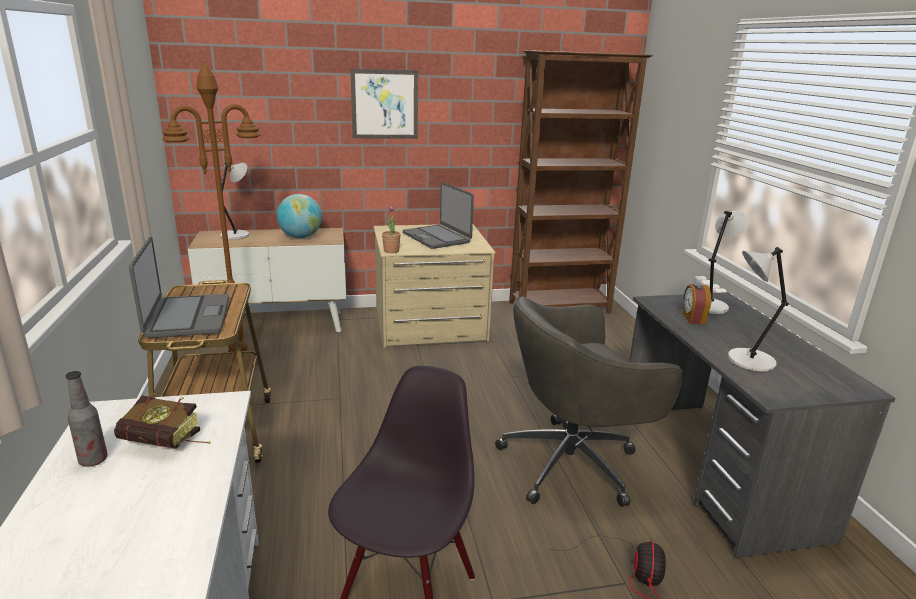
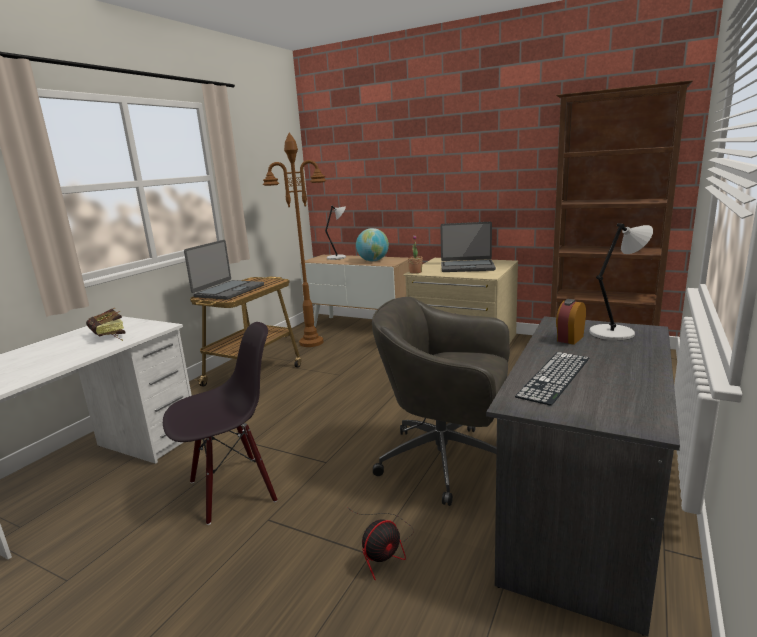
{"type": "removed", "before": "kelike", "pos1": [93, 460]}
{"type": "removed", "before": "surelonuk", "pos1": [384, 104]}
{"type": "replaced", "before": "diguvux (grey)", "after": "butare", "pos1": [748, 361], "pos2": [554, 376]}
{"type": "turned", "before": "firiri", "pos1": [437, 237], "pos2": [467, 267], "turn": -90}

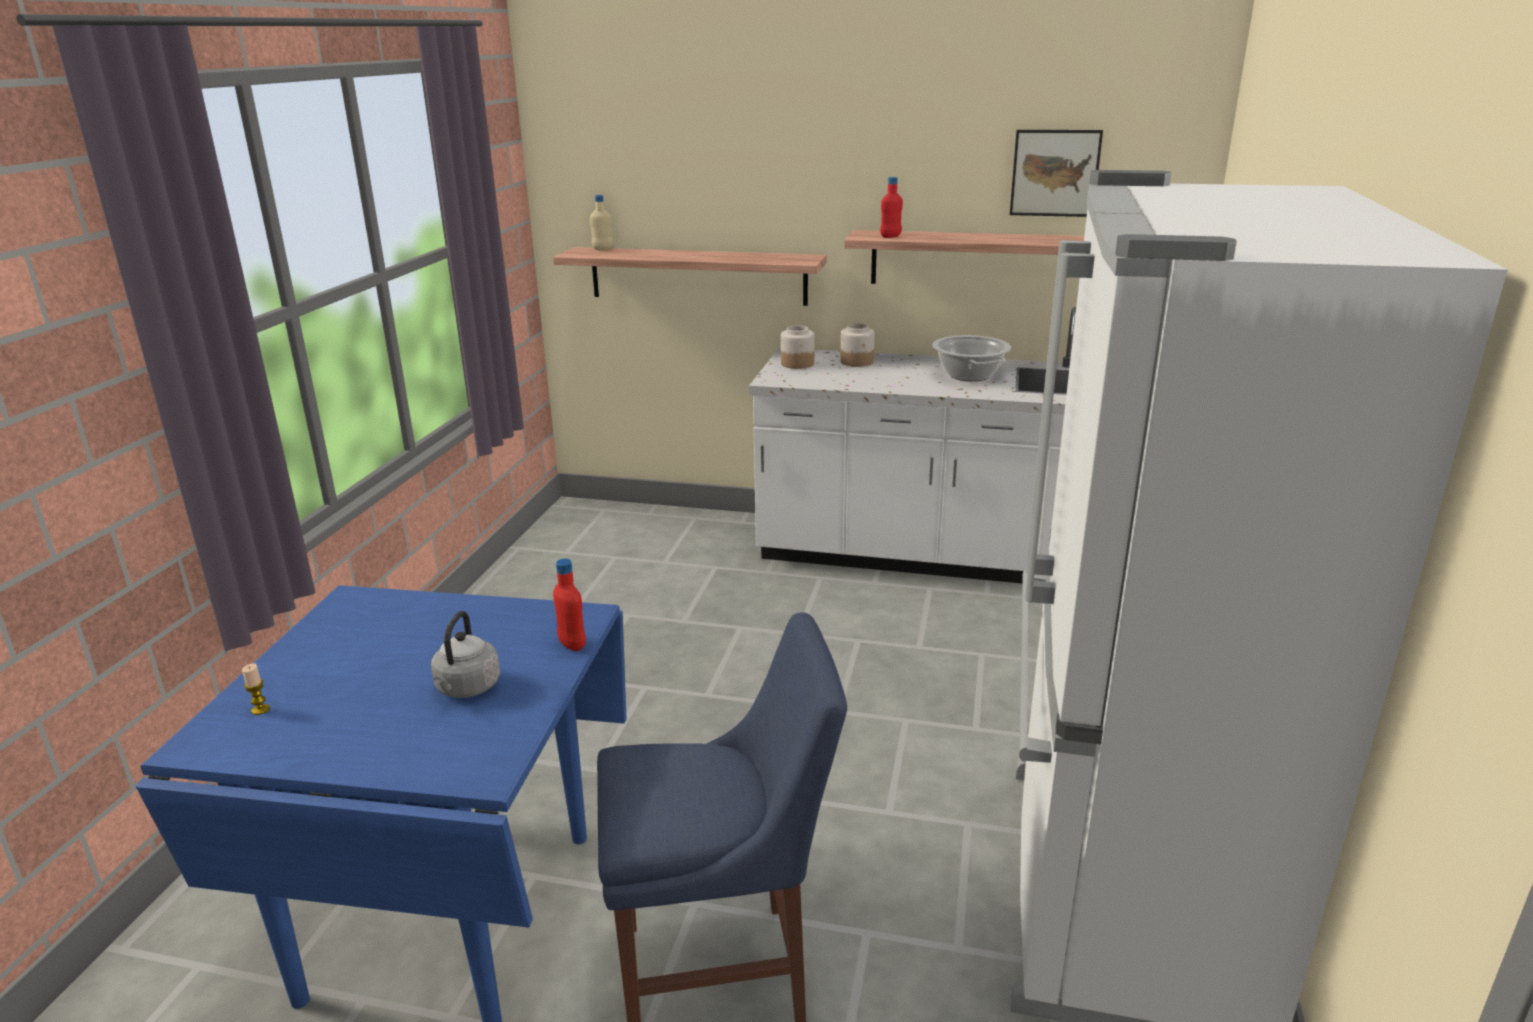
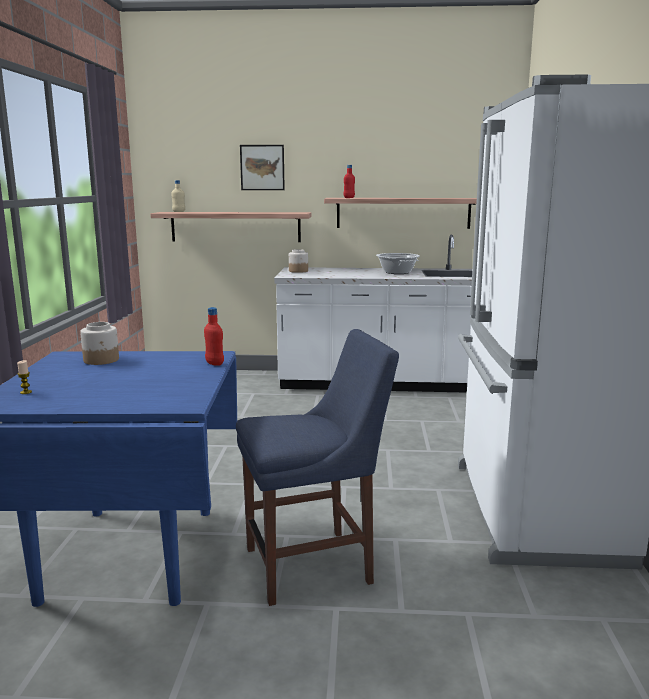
{"type": "removed", "before": "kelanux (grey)", "pos1": [467, 688]}
{"type": "moved", "before": "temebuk", "pos1": [857, 362], "pos2": [101, 360]}
{"type": "moved", "before": "surelonuk", "pos1": [1055, 173], "pos2": [262, 167]}

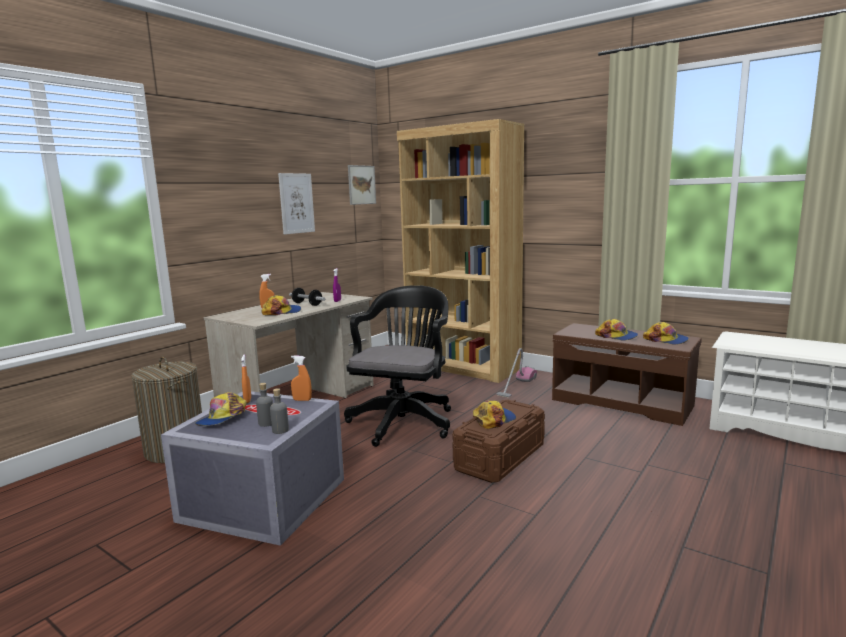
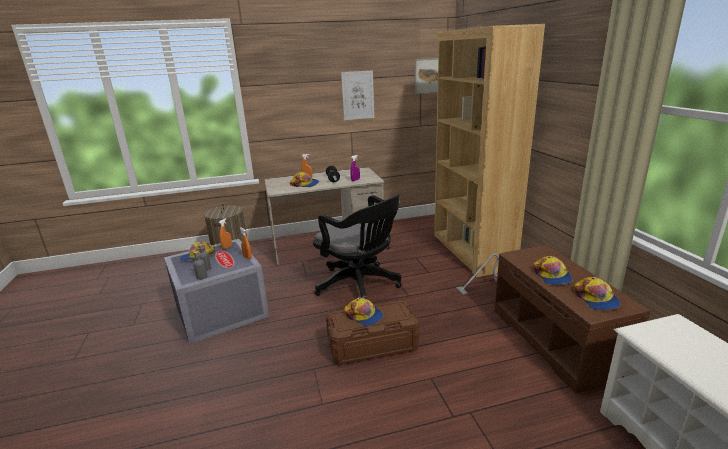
{"type": "turned", "before": "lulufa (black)", "pos1": [404, 421], "pos2": [361, 286], "turn": 75}
{"type": "turned", "before": "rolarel", "pos1": [493, 419], "pos2": [364, 316], "turn": 45}

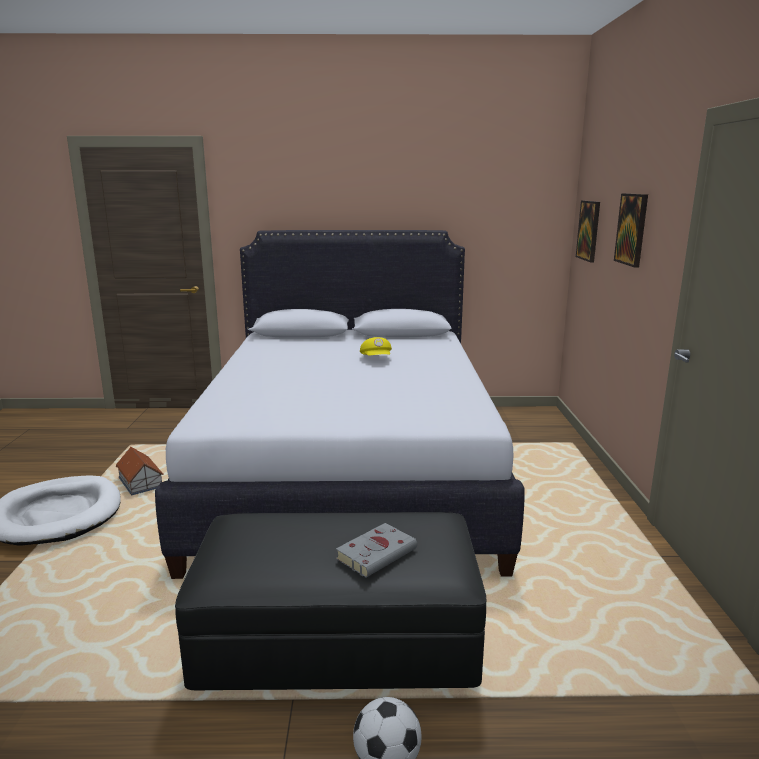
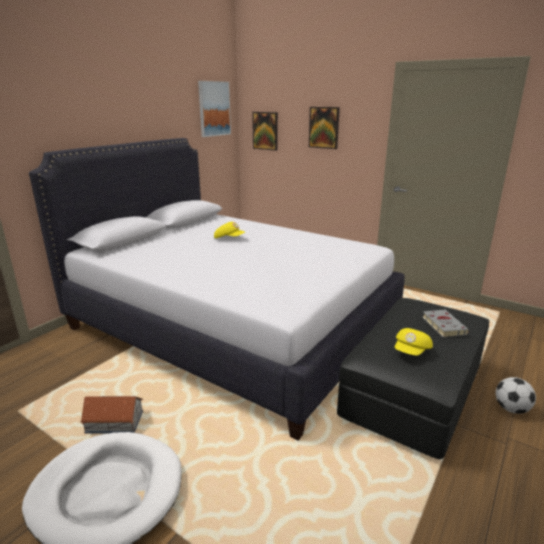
{"type": "added", "after": "surelonuk", "pos2": [214, 109]}
{"type": "added", "after": "rolarel (yellow)", "pos2": [412, 352]}

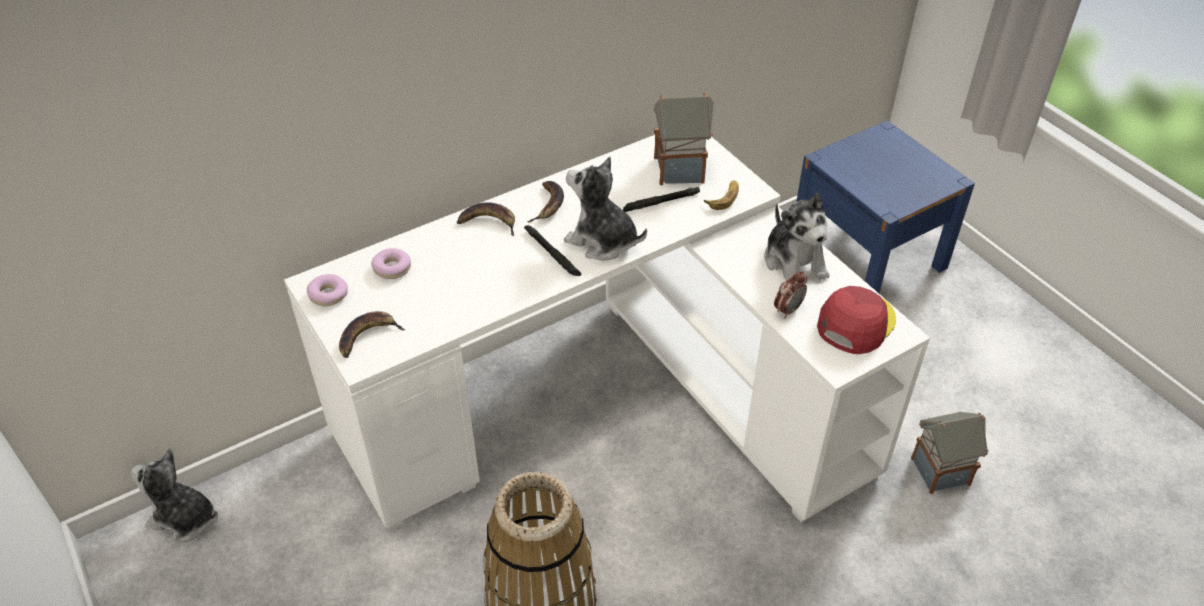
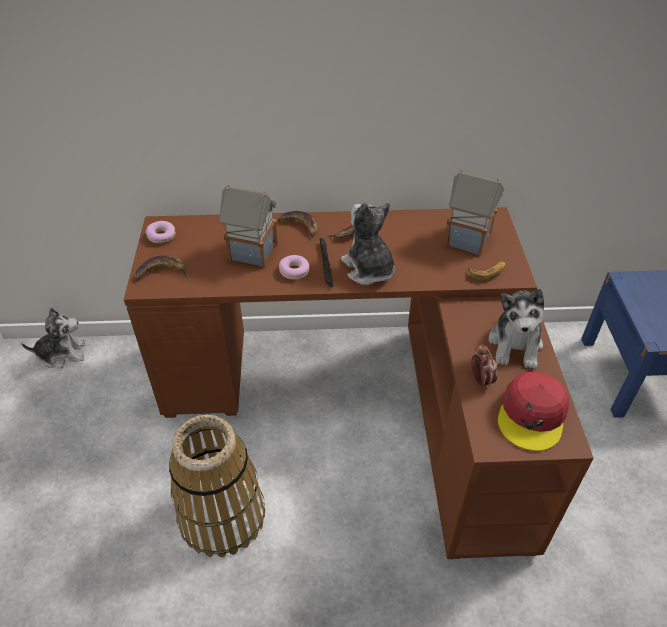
{"type": "removed", "before": "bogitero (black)", "pos1": [661, 202]}
{"type": "moved", "before": "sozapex", "pos1": [392, 268], "pos2": [294, 271]}
{"type": "moved", "before": "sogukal", "pos1": [939, 472], "pos2": [252, 252]}
{"type": "recoloured", "before": "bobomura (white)", "after": "bobomura (brown)", "pos1": [610, 400], "pos2": [366, 398]}
{"type": "turned", "before": "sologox", "pos1": [184, 519], "pos2": [62, 354], "turn": 120}
{"type": "turned", "before": "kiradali", "pos1": [788, 310], "pos2": [480, 380], "turn": -90}
{"type": "turned", "before": "rolarel (red)", "pos1": [855, 323], "pos2": [532, 415], "turn": 135}

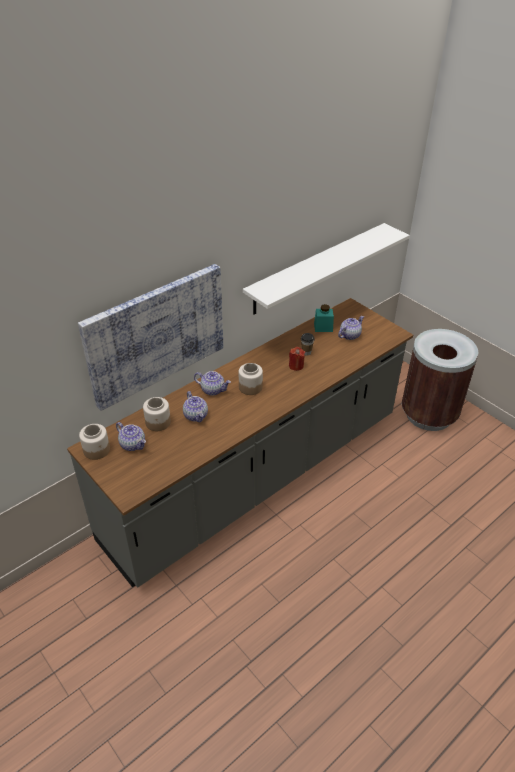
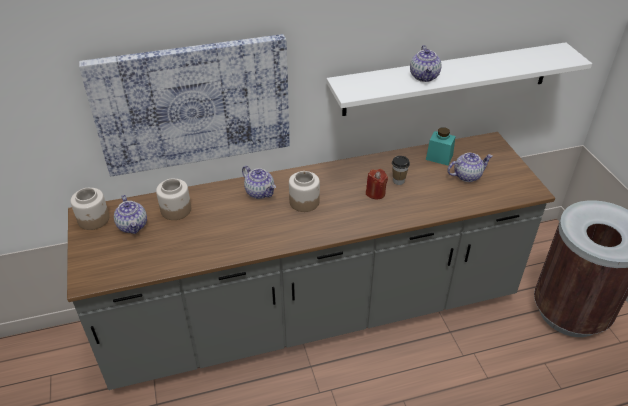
{"type": "moved", "before": "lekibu", "pos1": [196, 416], "pos2": [424, 77]}

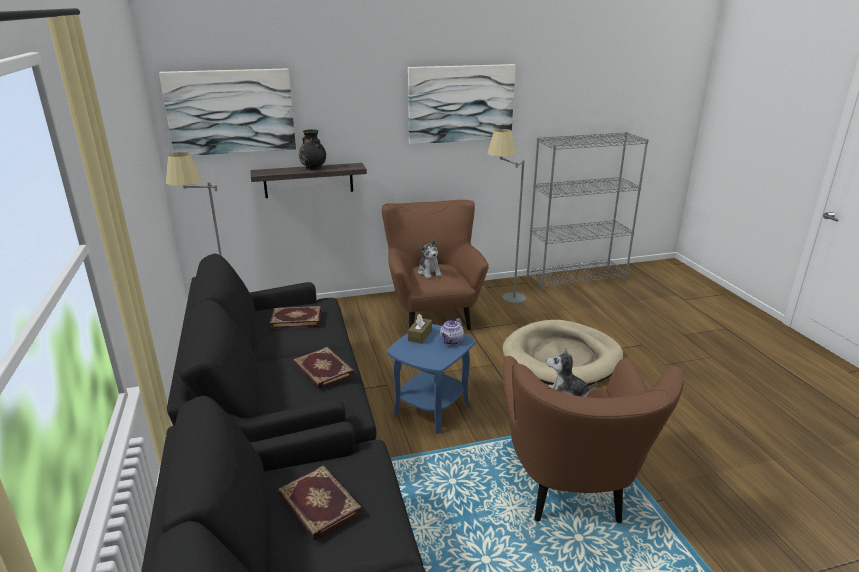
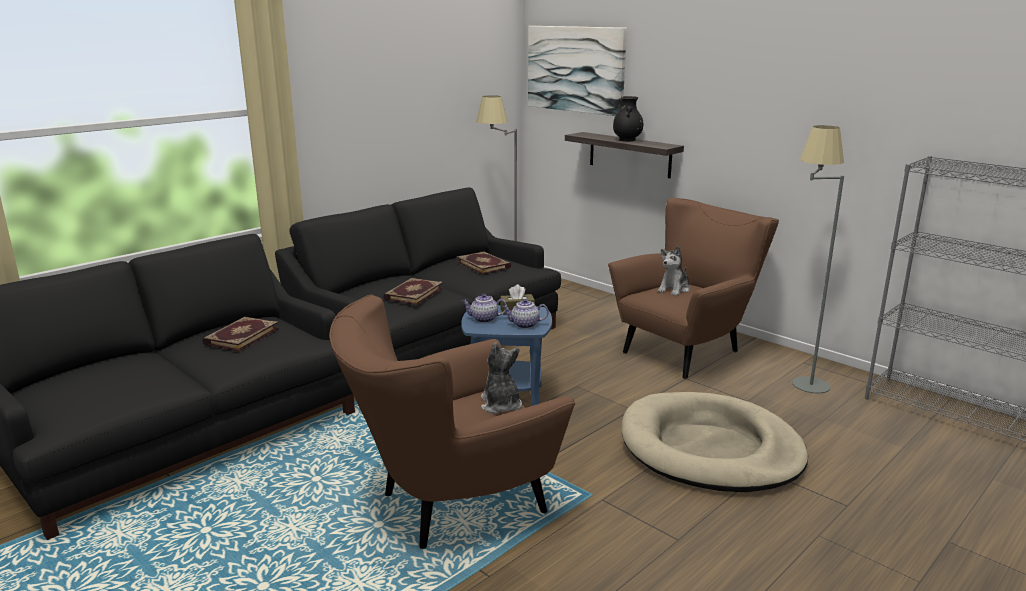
{"type": "removed", "before": "surelonuk", "pos1": [461, 104]}
{"type": "added", "after": "lekibu", "pos2": [483, 319]}

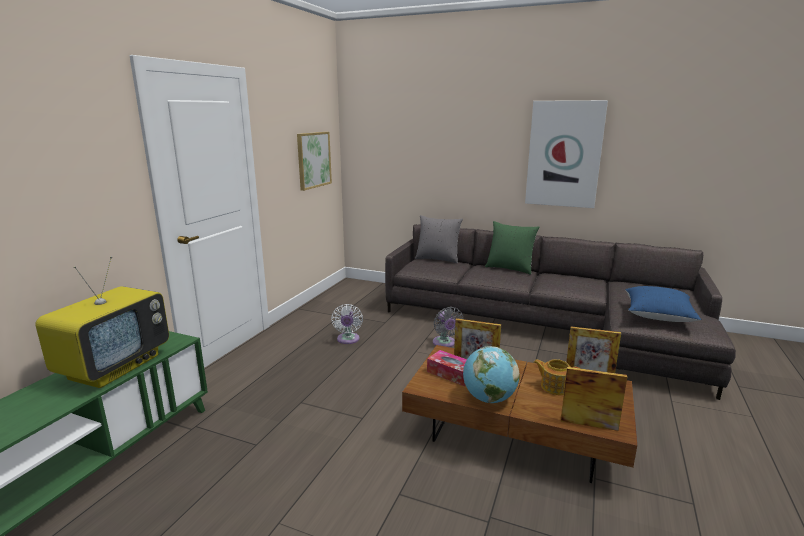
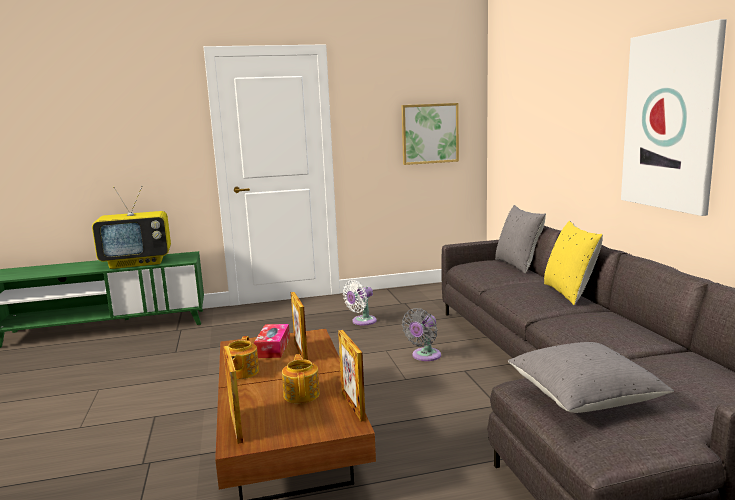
{"type": "replaced", "before": "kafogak", "after": "lekibu", "pos1": [488, 399], "pos2": [241, 372]}
{"type": "recoloured", "before": "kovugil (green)", "after": "kovugil (yellow)", "pos1": [510, 268], "pos2": [569, 293]}
{"type": "recoloured", "before": "kovugil (blue)", "after": "kovugil (grey)", "pos1": [658, 316], "pos2": [583, 397]}

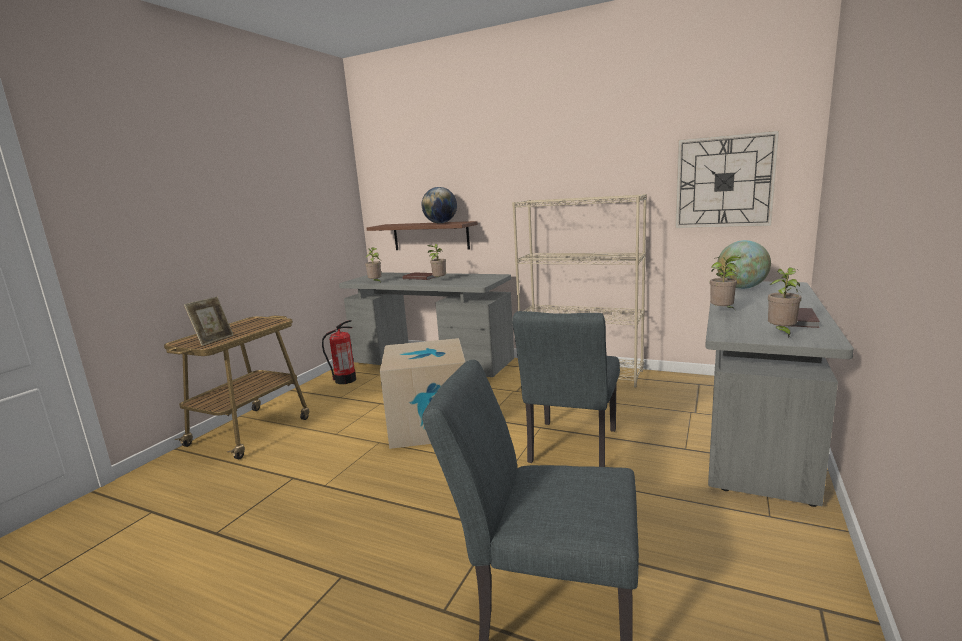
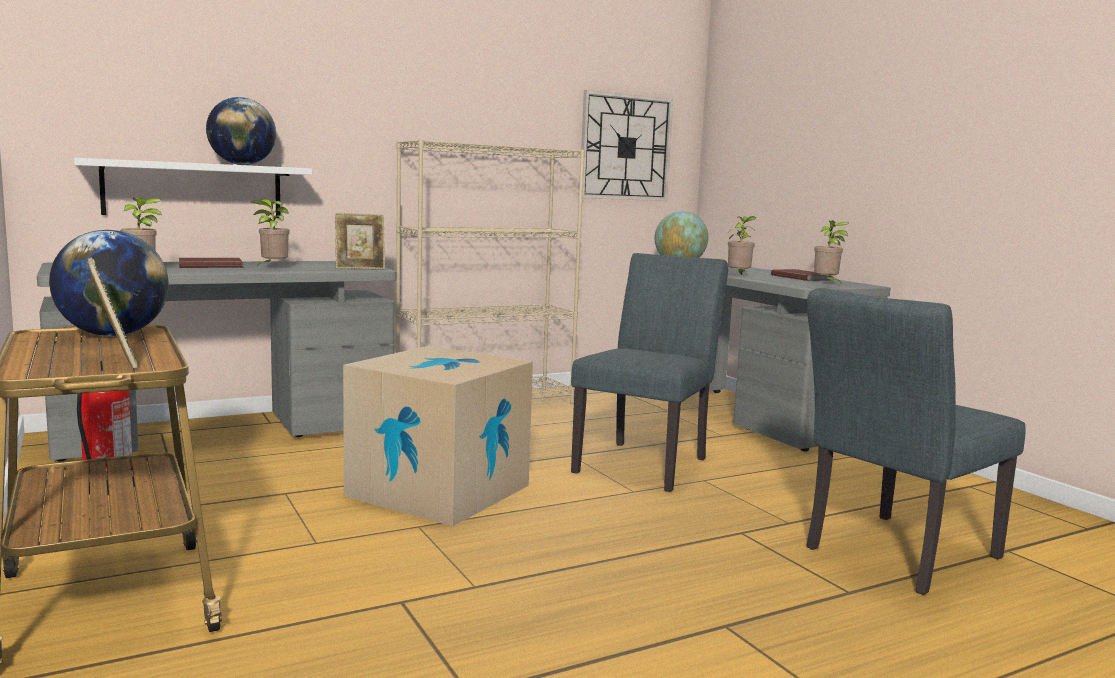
{"type": "added", "after": "kafogak", "pos2": [113, 335]}
{"type": "added", "after": "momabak", "pos2": [360, 268]}
{"type": "recoloured", "before": "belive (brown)", "after": "belive (white)", "pos1": [430, 236], "pos2": [193, 190]}
{"type": "turned", "before": "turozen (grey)", "pos1": [570, 450], "pos2": [646, 462], "turn": -120}

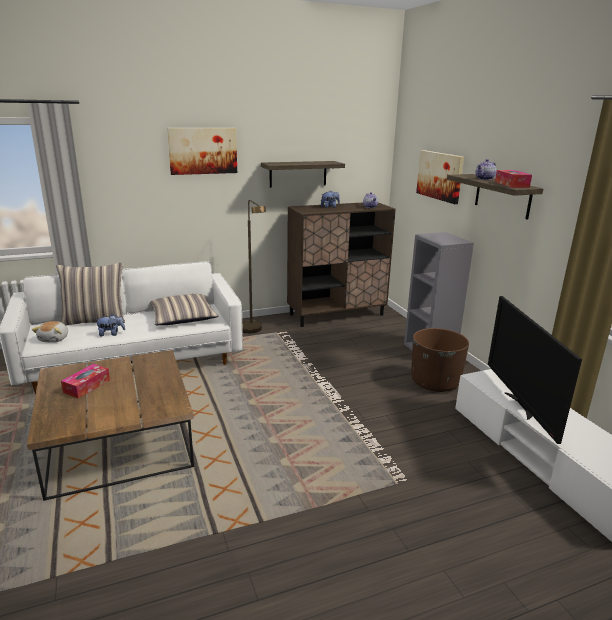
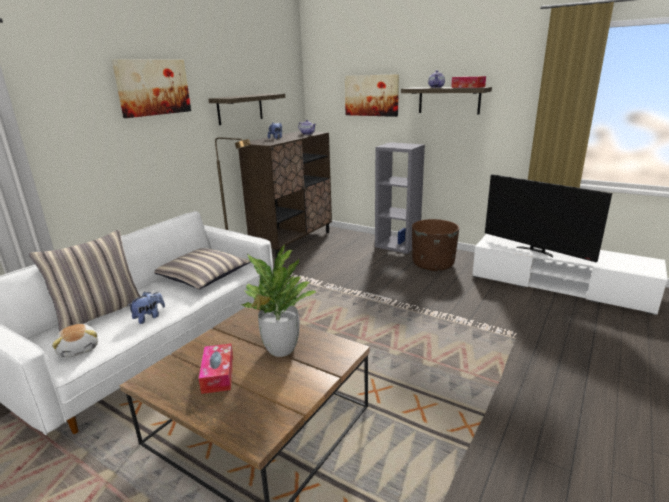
{"type": "added", "after": "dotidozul", "pos2": [281, 349]}

